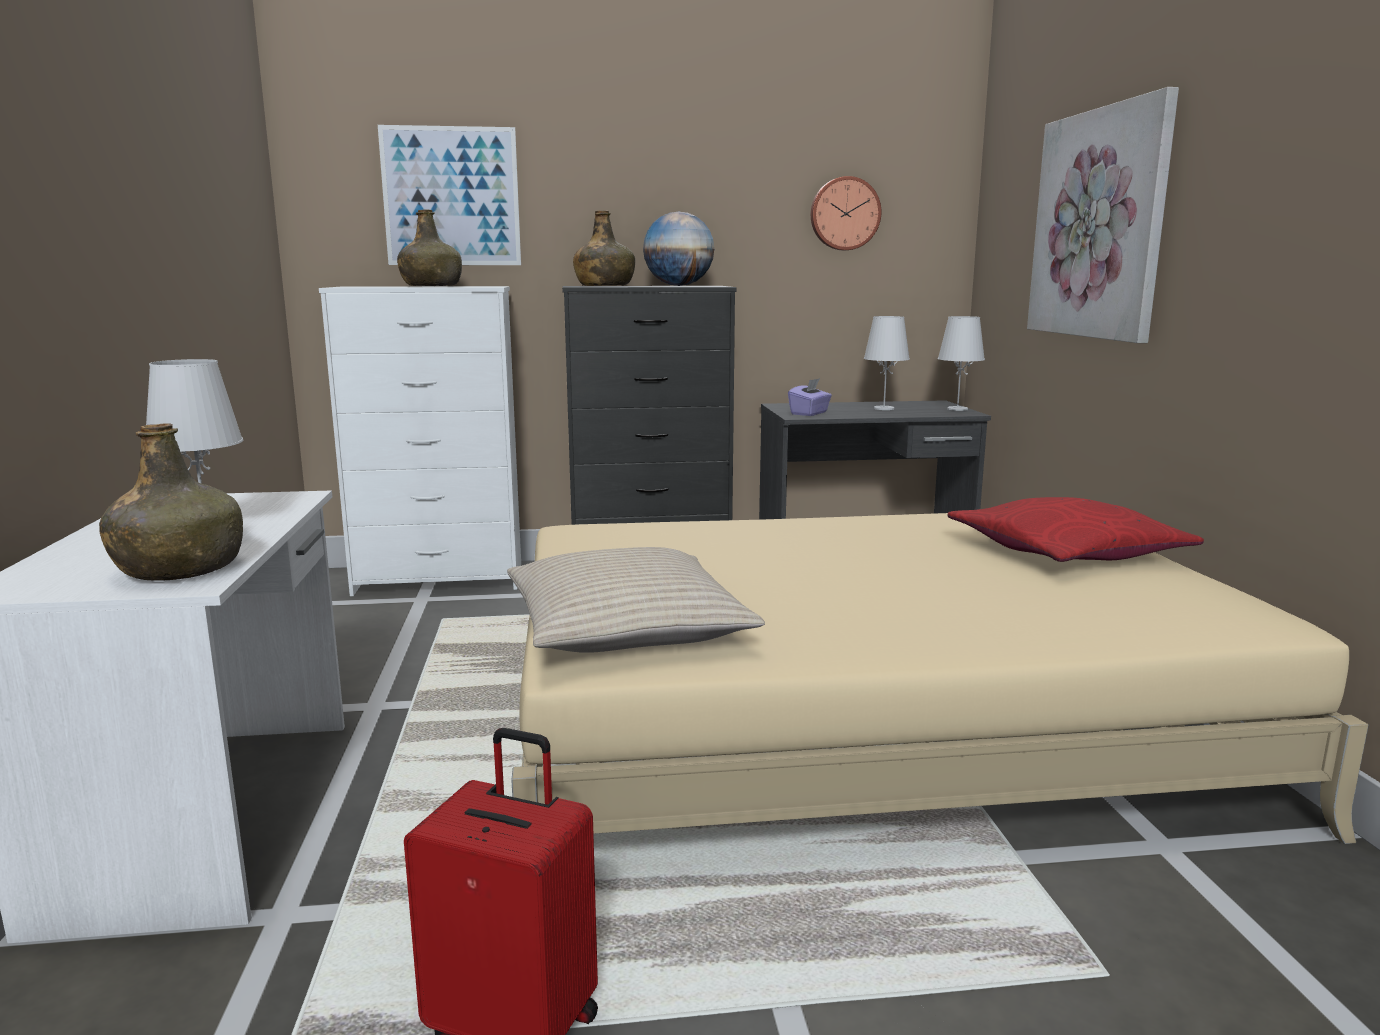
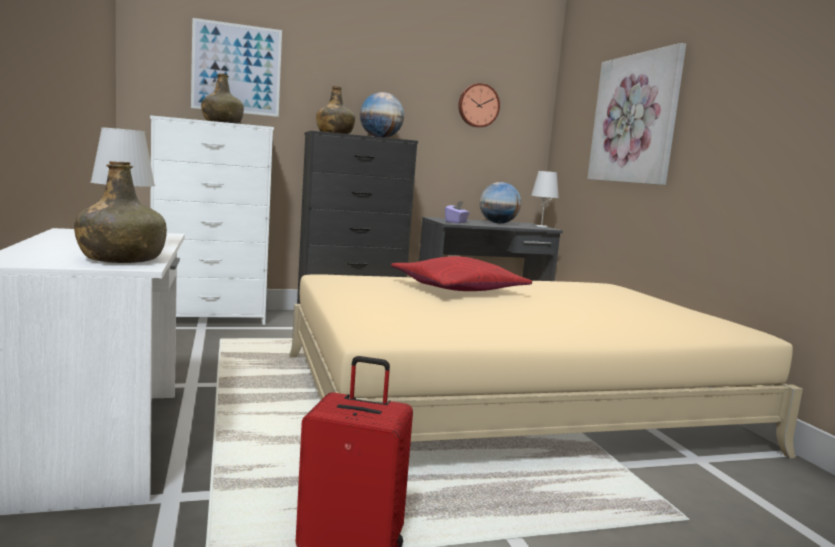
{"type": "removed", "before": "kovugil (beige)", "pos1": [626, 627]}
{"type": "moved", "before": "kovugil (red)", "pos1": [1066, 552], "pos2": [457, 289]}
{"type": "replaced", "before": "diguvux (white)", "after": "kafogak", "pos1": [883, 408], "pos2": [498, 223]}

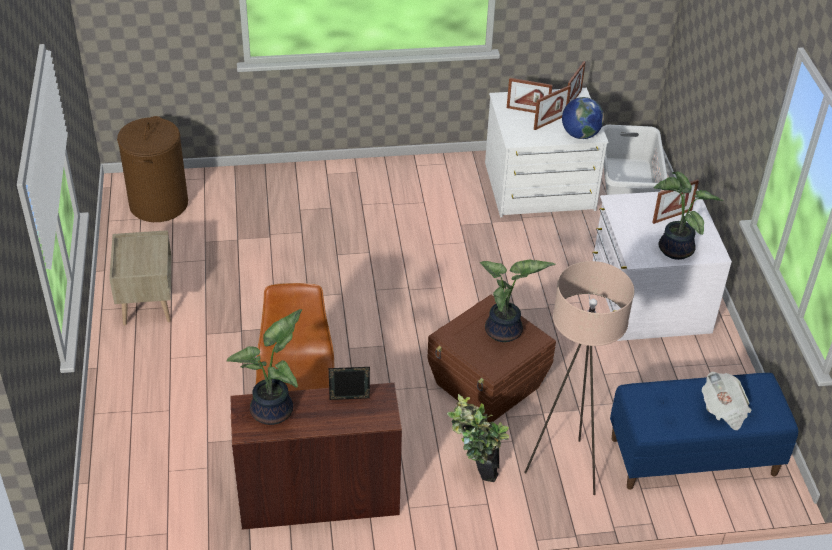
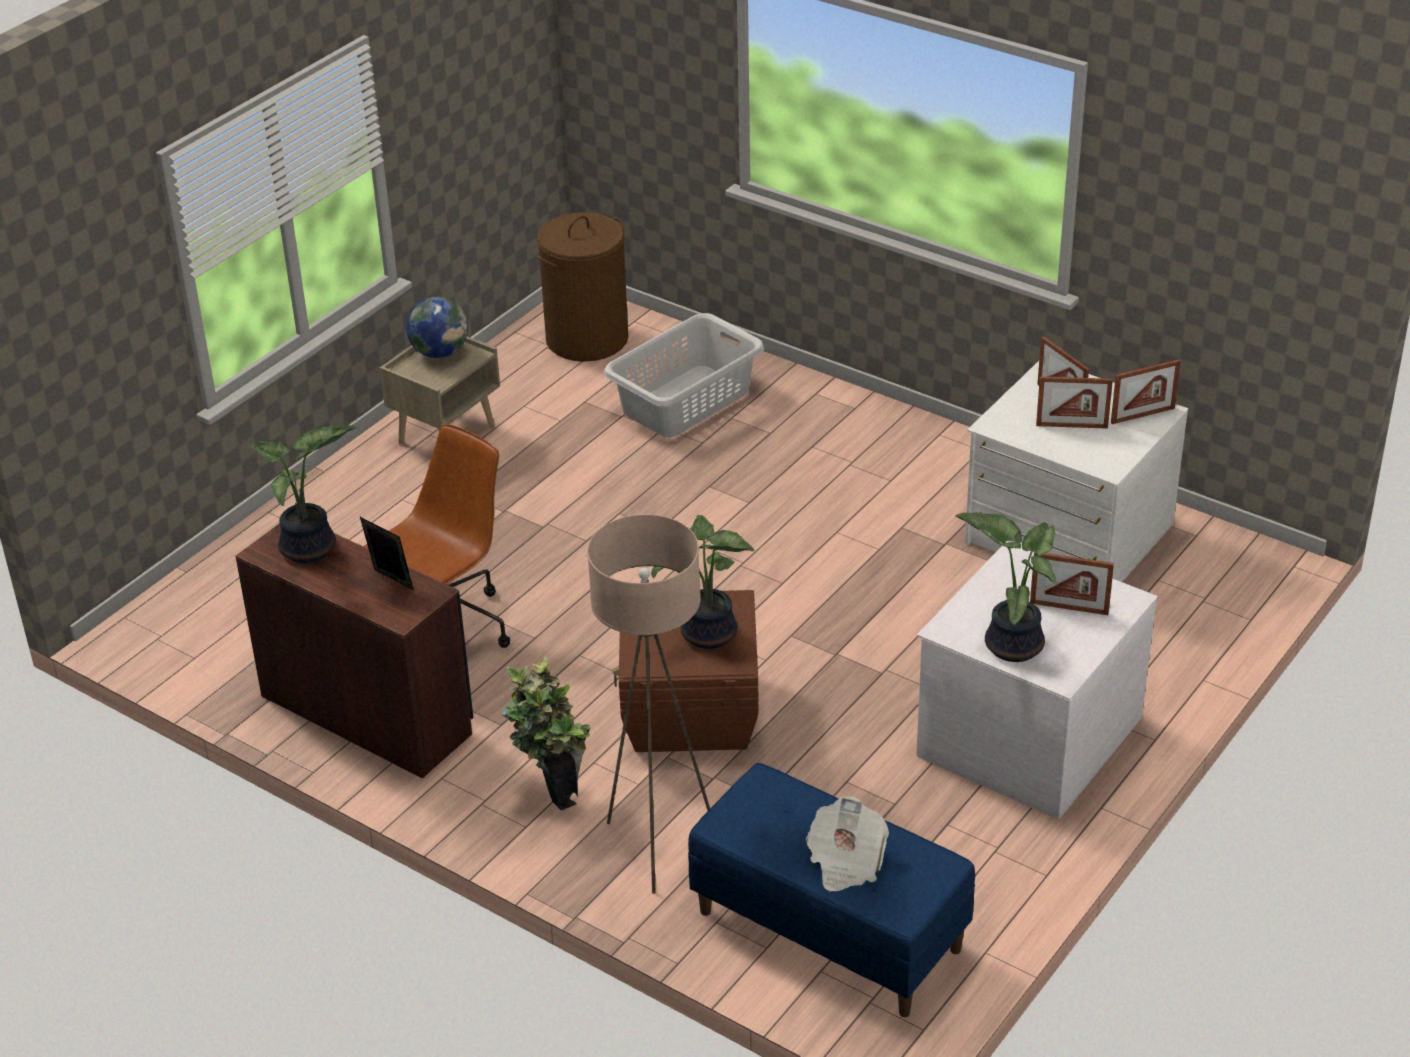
{"type": "moved", "before": "kafogak", "pos1": [580, 134], "pos2": [439, 352]}
{"type": "moved", "before": "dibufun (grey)", "pos1": [629, 182], "pos2": [687, 401]}

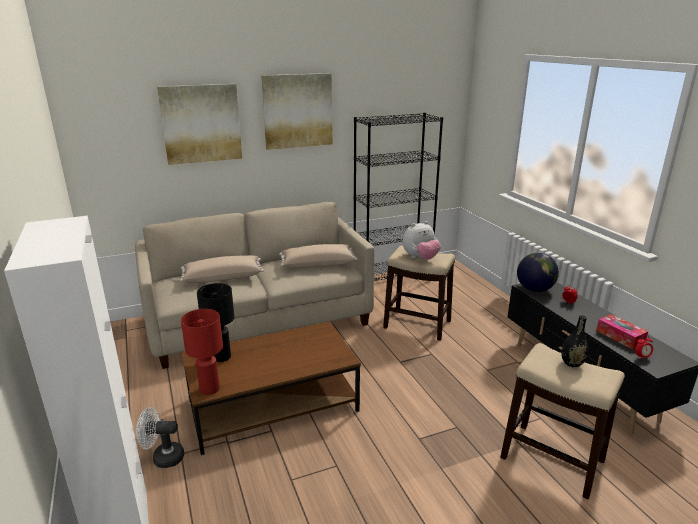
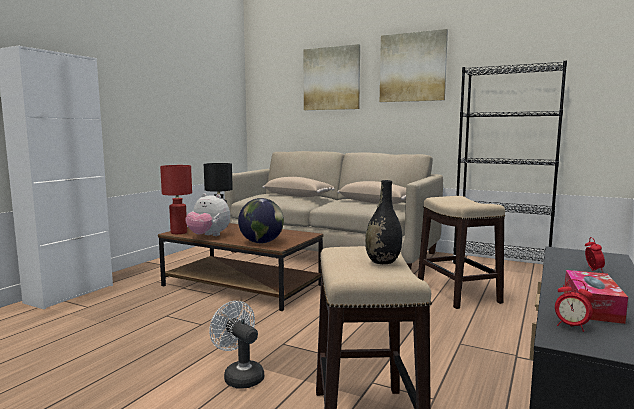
{"type": "moved", "before": "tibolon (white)", "pos1": [163, 458], "pos2": [240, 376]}
{"type": "moved", "before": "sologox", "pos1": [420, 258], "pos2": [208, 236]}
{"type": "moved", "before": "kafogak", "pos1": [534, 289], "pos2": [261, 242]}

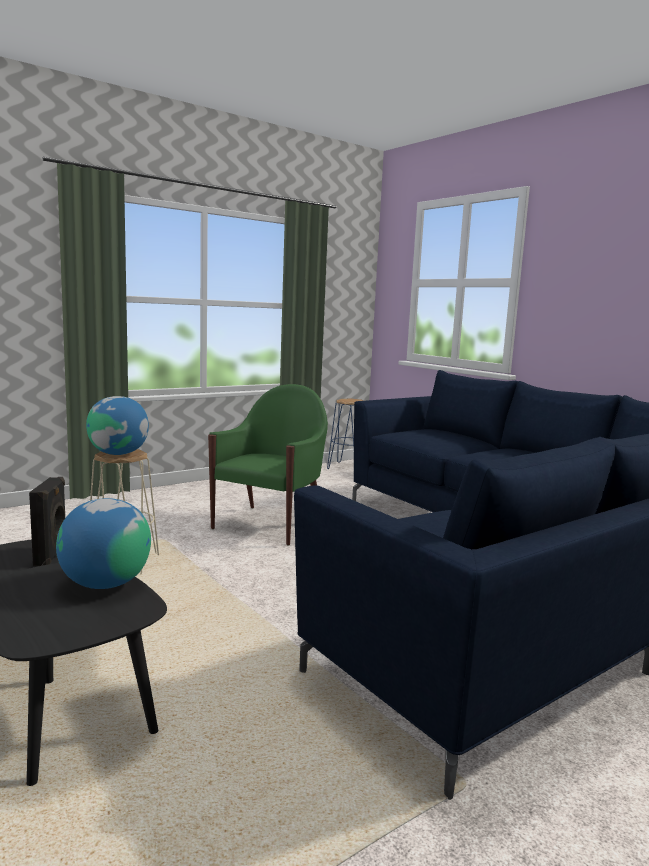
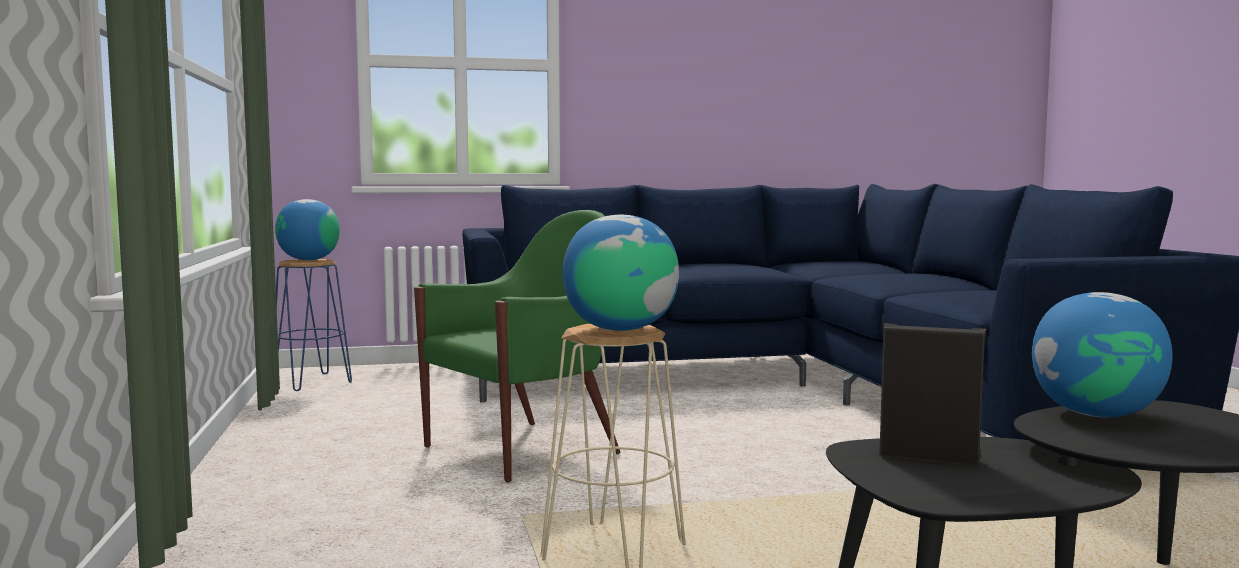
{"type": "added", "after": "kafogak", "pos2": [308, 260]}
{"type": "turned", "before": "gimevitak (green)", "pos1": [270, 524], "pos2": [525, 449], "turn": 90}

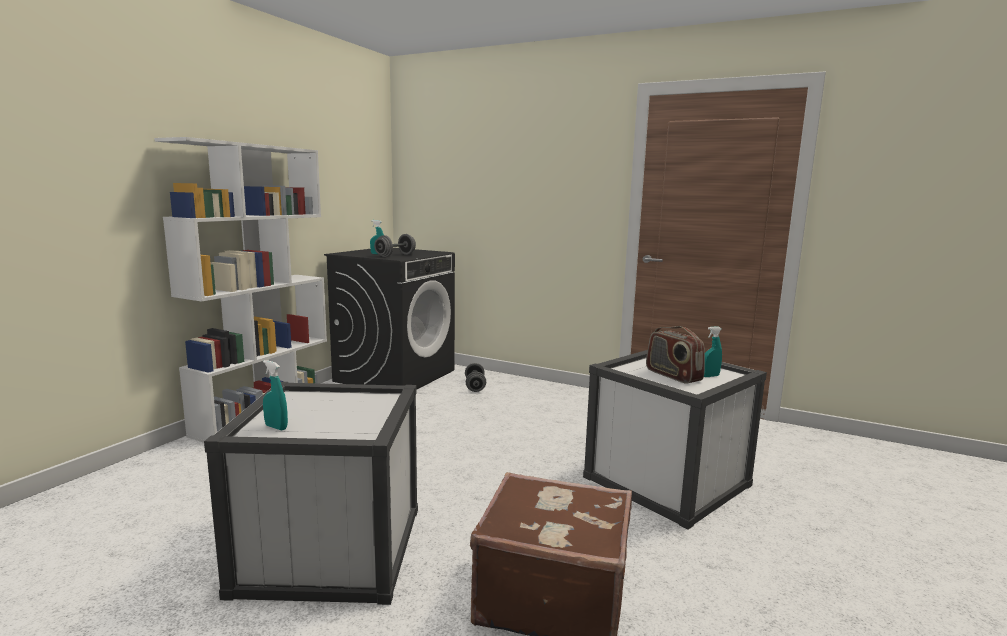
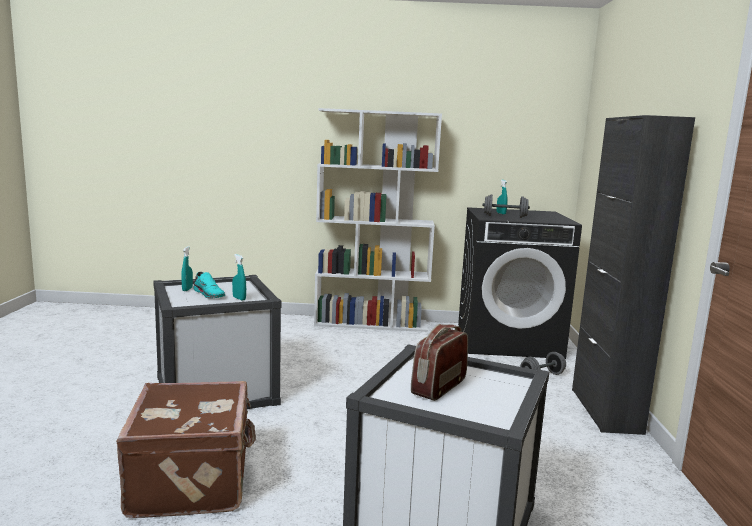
{"type": "added", "after": "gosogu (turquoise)", "pos2": [210, 294]}
{"type": "added", "after": "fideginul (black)", "pos2": [605, 410]}
{"type": "moved", "before": "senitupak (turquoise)", "pos1": [710, 376], "pos2": [239, 298]}

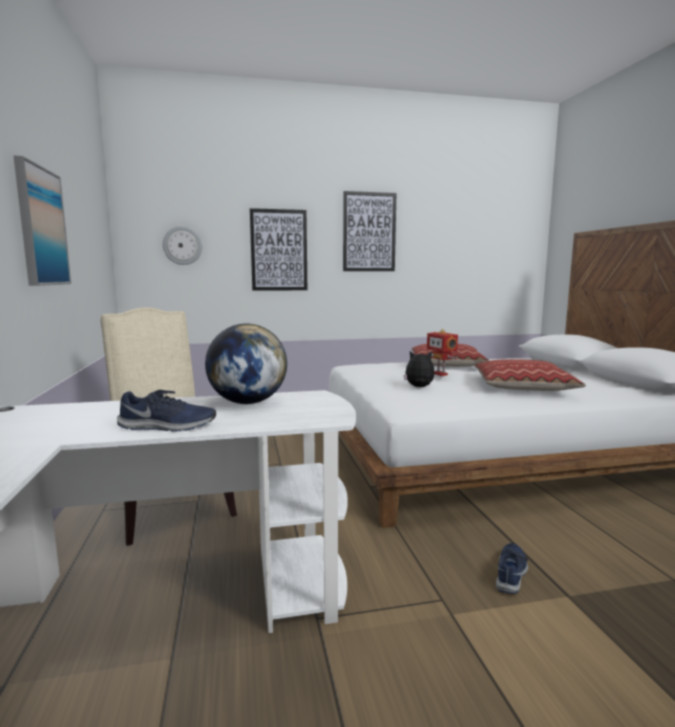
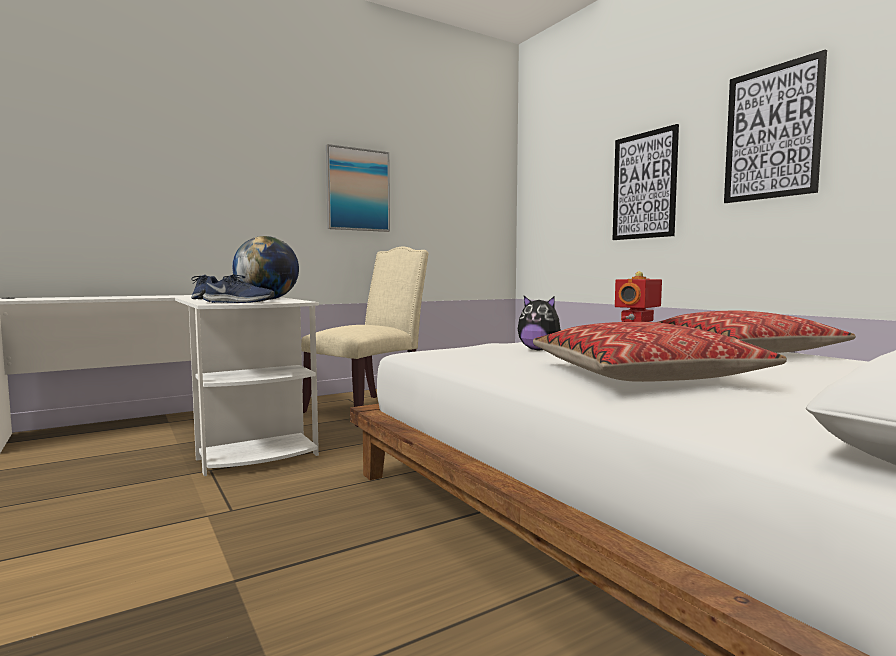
{"type": "removed", "before": "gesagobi", "pos1": [182, 245]}
{"type": "moved", "before": "gosogu (blue)", "pos1": [511, 573], "pos2": [238, 302]}
{"type": "turned", "before": "sologox", "pos1": [419, 387], "pos2": [539, 350], "turn": 135}

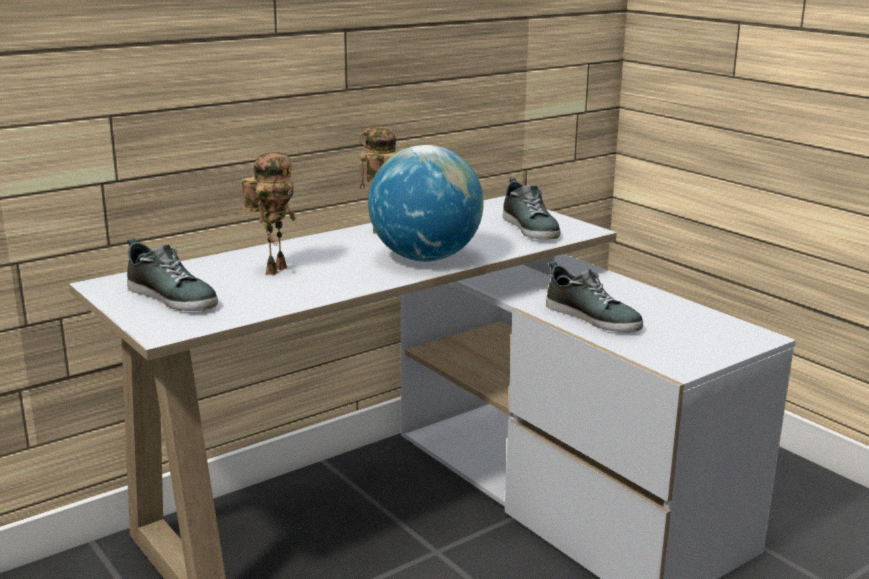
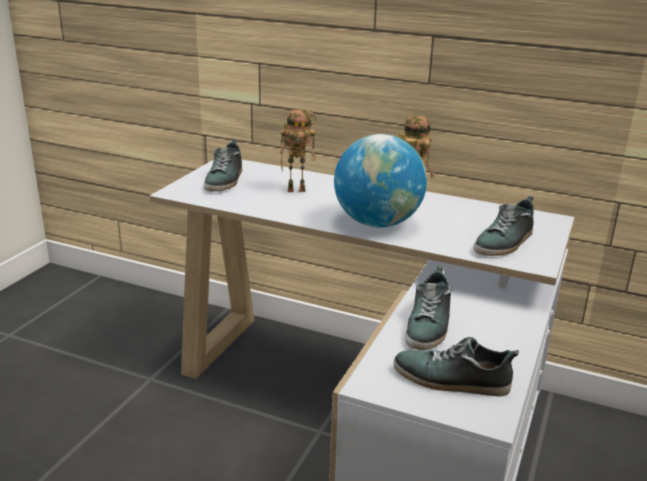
{"type": "added", "after": "gosogu", "pos2": [451, 380]}

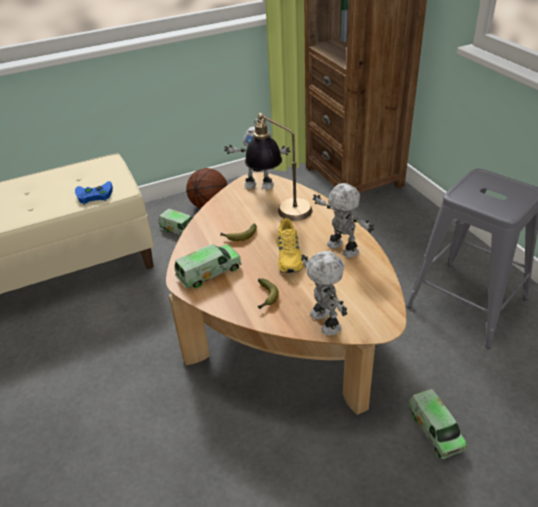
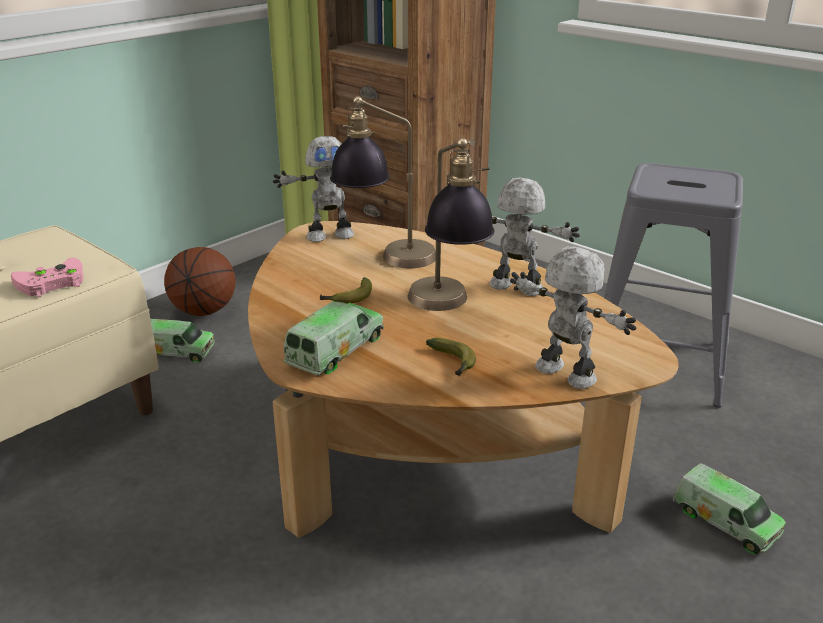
{"type": "replaced", "before": "gosogu (yellow)", "after": "diguvux", "pos1": [290, 256], "pos2": [447, 308]}
{"type": "recoloured", "before": "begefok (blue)", "after": "begefok (pink)", "pos1": [93, 195], "pos2": [49, 283]}

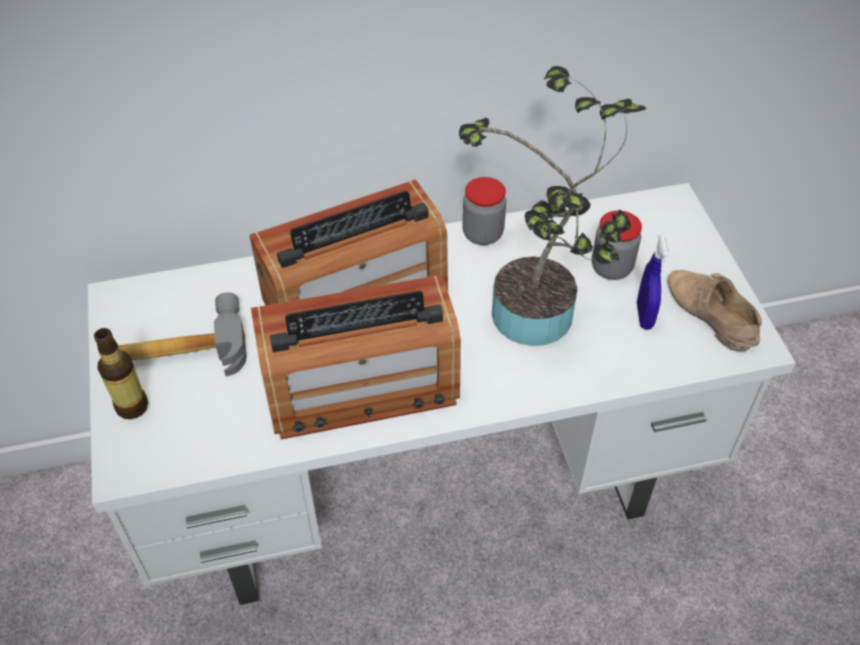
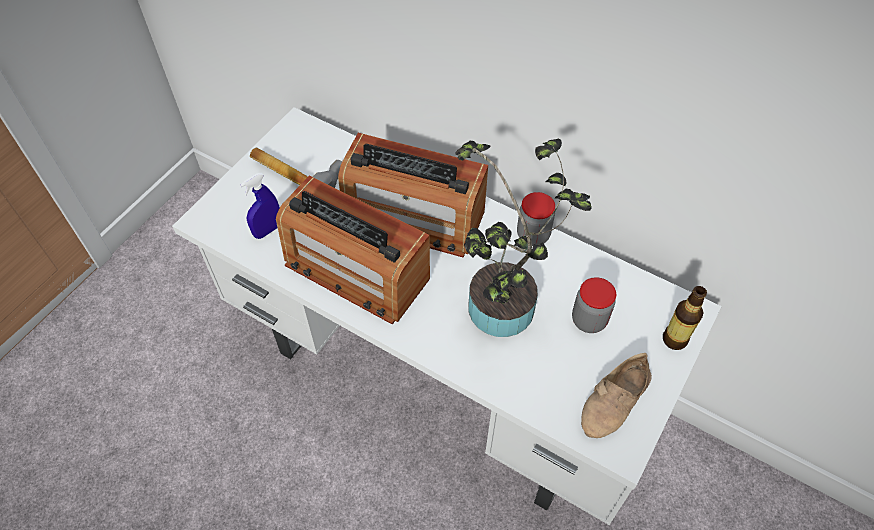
{"type": "moved", "before": "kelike", "pos1": [132, 407], "pos2": [674, 339]}
{"type": "moved", "before": "senitupak (blue)", "pos1": [644, 316], "pos2": [268, 230]}
{"type": "turned", "before": "gosogu (beige)", "pos1": [708, 314], "pos2": [616, 402], "turn": -150}

